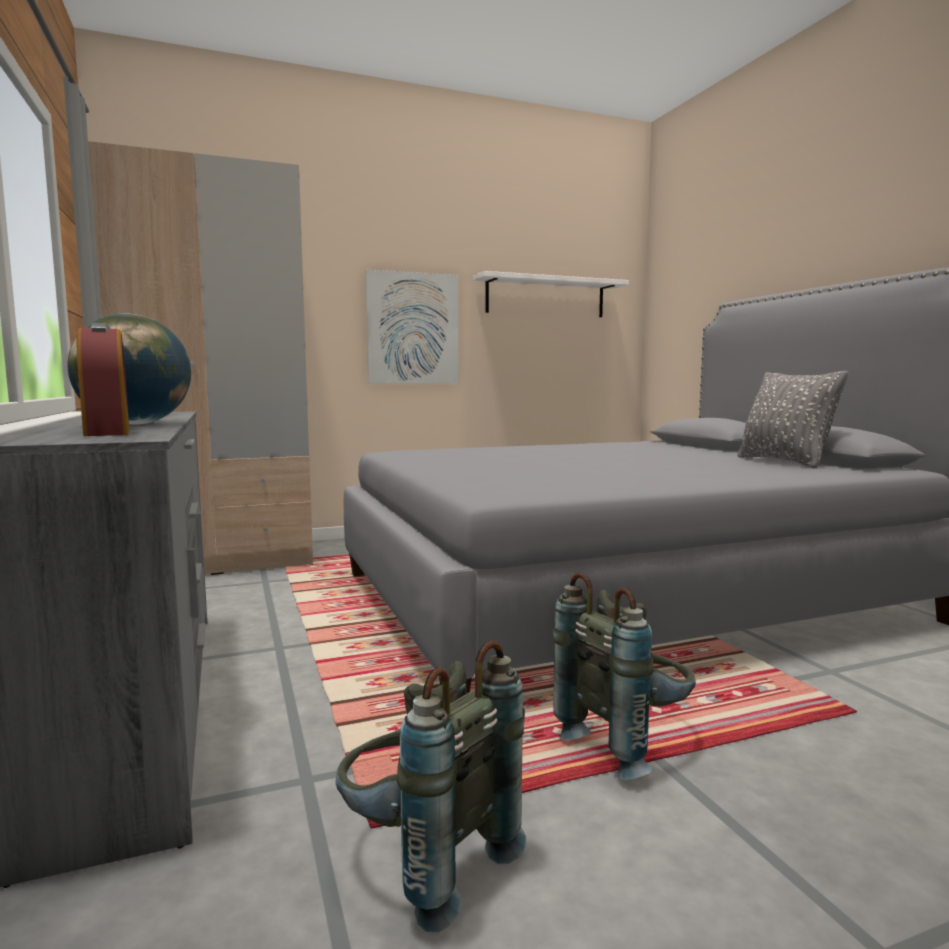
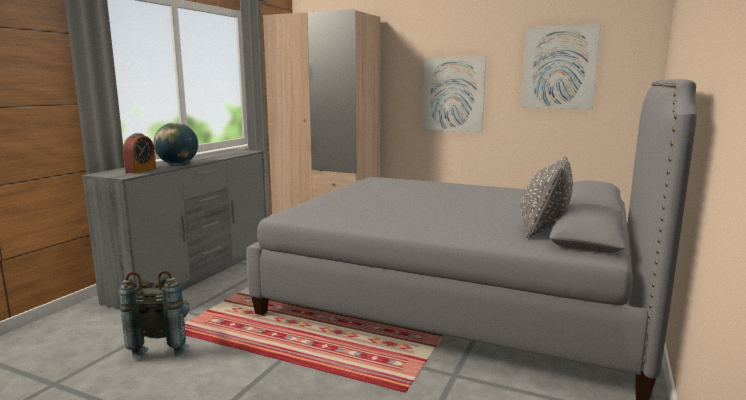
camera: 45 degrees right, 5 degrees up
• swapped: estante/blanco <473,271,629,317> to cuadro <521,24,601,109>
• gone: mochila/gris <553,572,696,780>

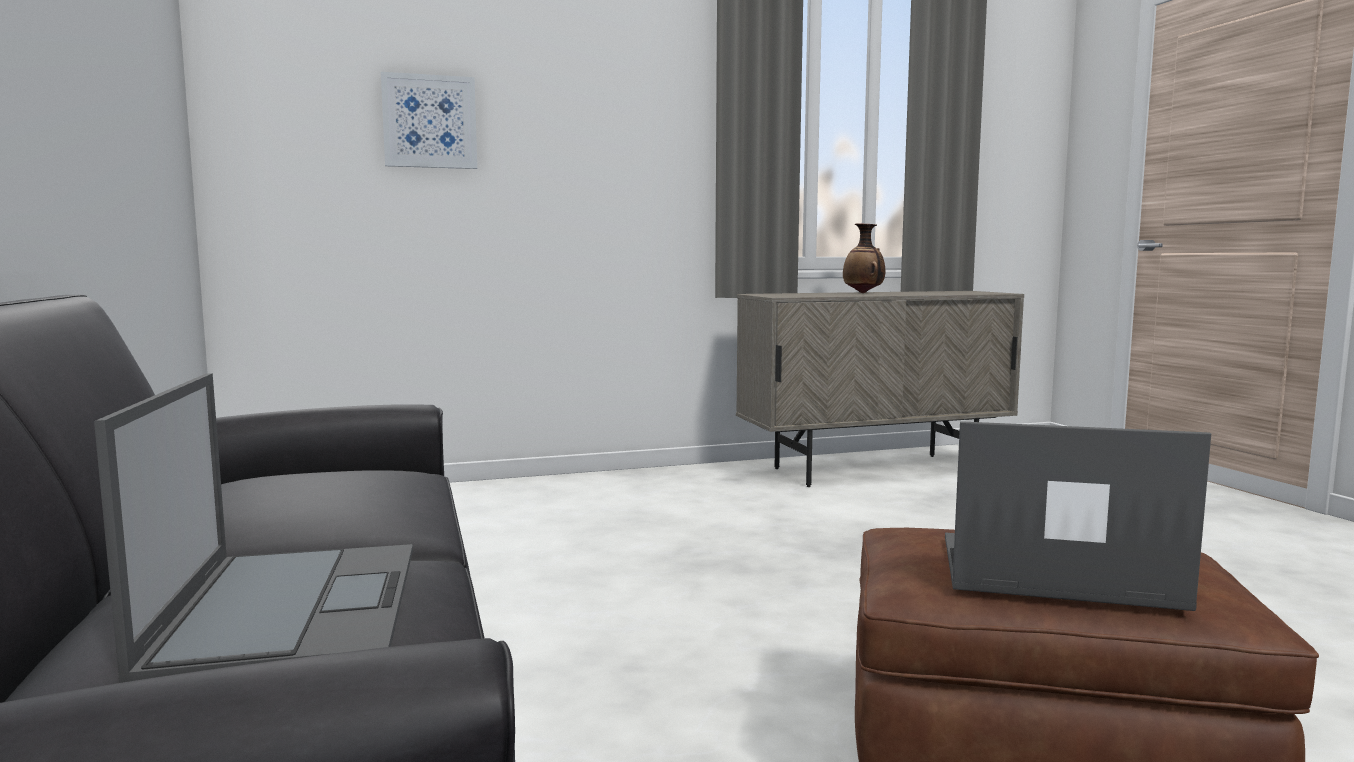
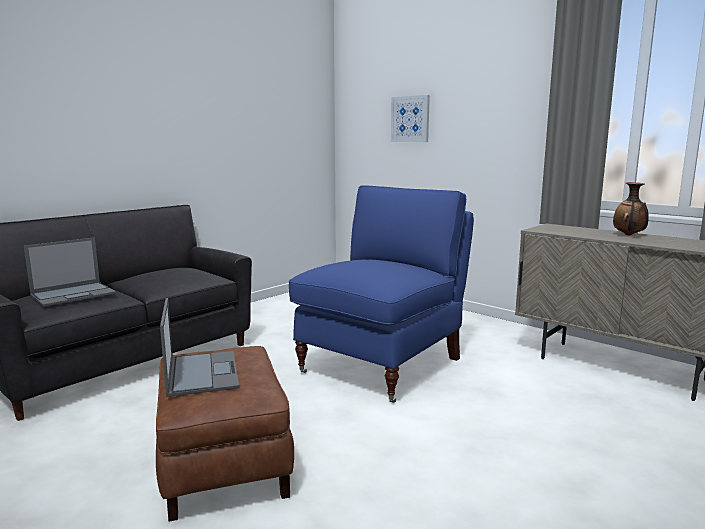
camera: 60 degrees right, 5 degrees up
• new: sillón/azul <289,185,474,403>

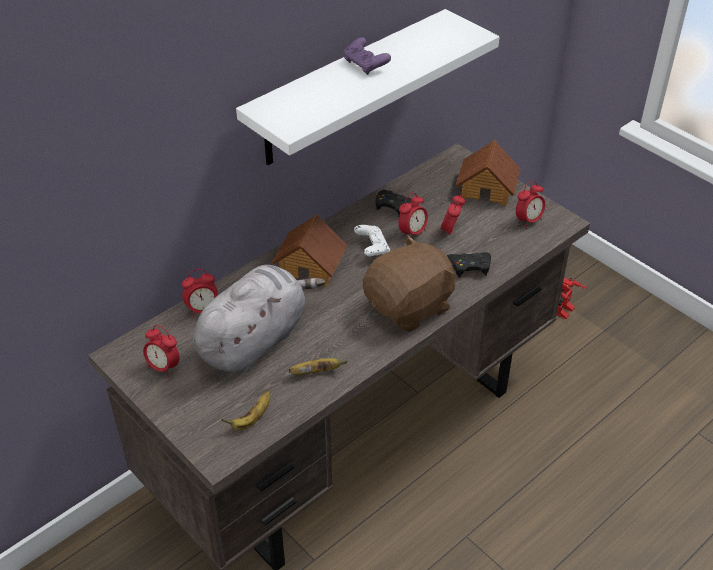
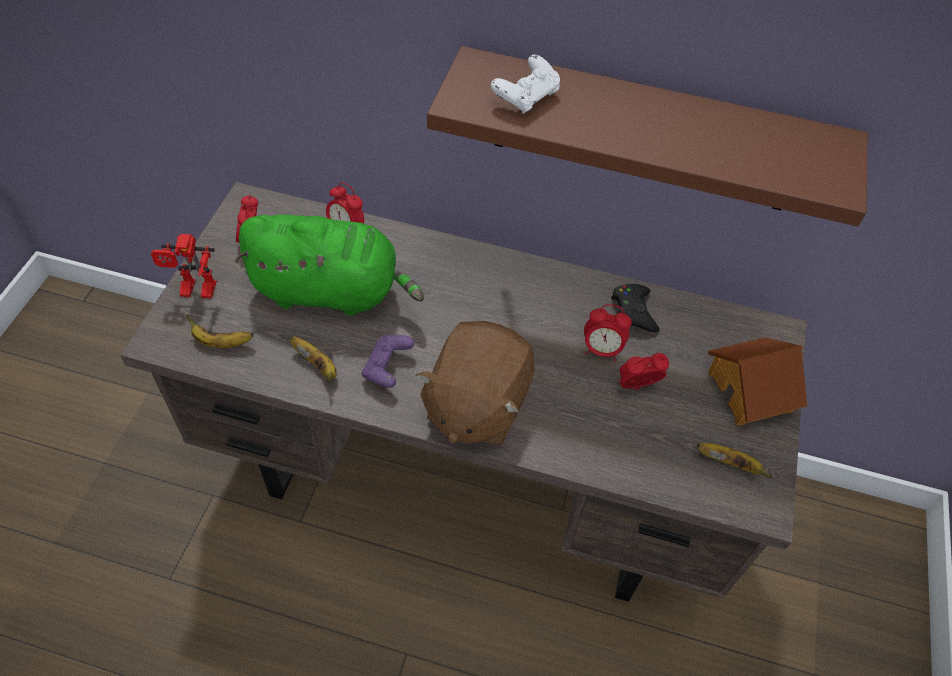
camera: 55 degrees right, 10 degrees up
• shifted: robot de juguete <557,278,588,319> to <151,234,217,299>
• repainted: peluche/gris <192,265,325,373> to peluche/verde <235,215,424,316>
• shifted: mando de consola/morado <344,37,391,75> to <362,335,415,388>
• rotated: peluche/marrón <363,235,458,332> = <416,321,535,445> 90 degrees clockwise
• repainted: estante/blanco <236,9,499,165> to estante/marrón <427,46,868,226>
• shifted: mando de consola/blanco <354,225,390,256> to <491,54,560,114>
• swapped: despertador <516,181,545,228> to plátano <697,443,772,478>
• gone: casita <272,214,347,286>
• gone: mando de consola/negro <447,252,491,277>

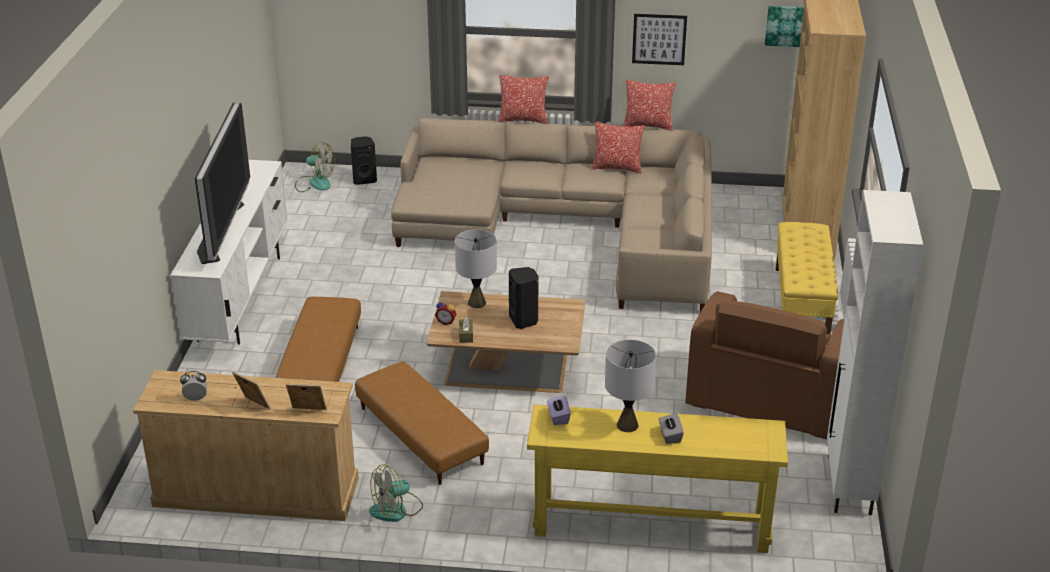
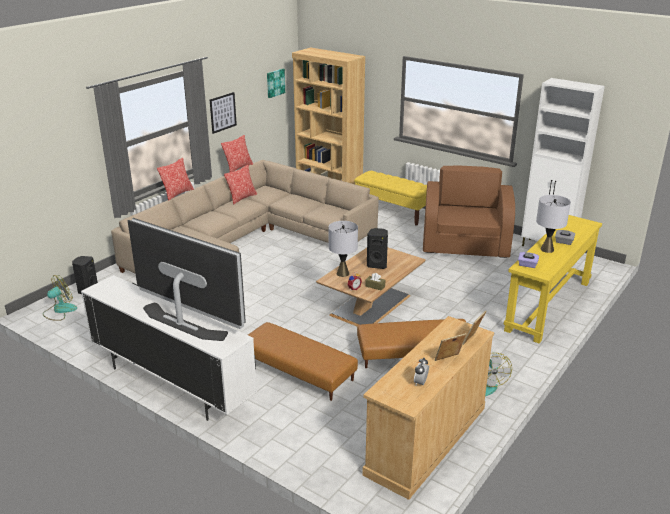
camera: 60 degrees left, 5 degrees down
• rotated: sillón/marrón <685,291,844,439> = <423,166,515,258> 135 degrees counterclockwise

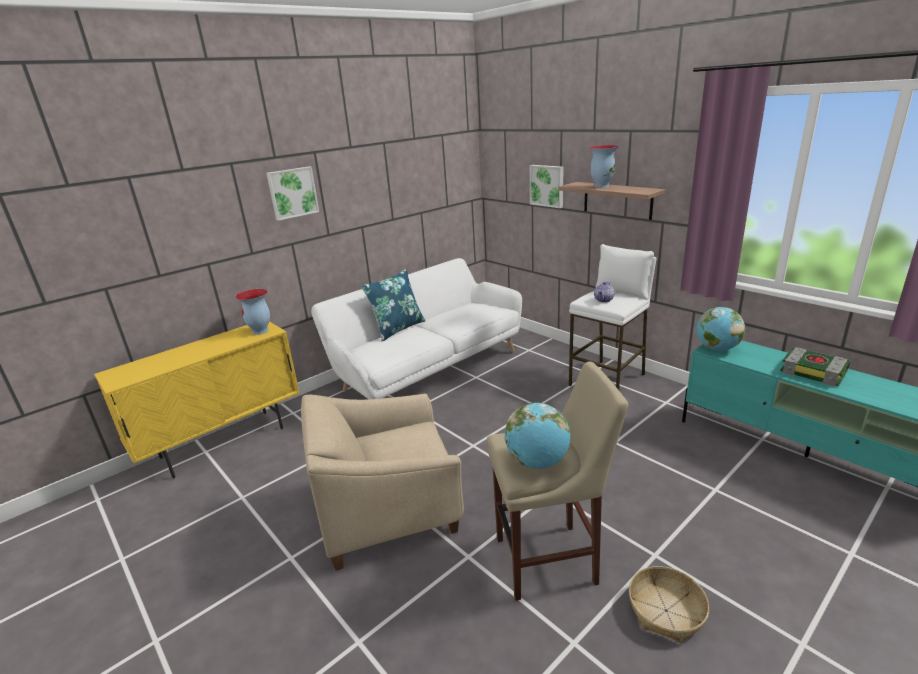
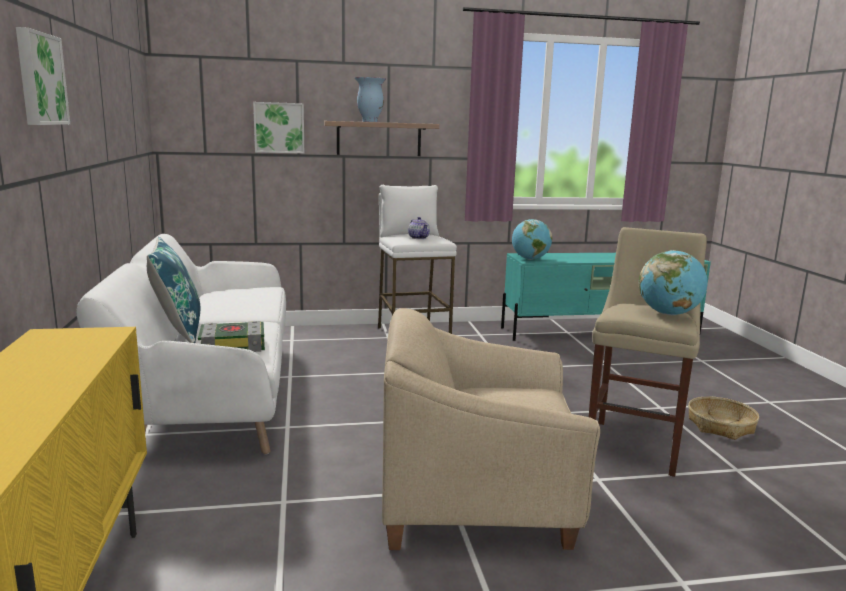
camera: 60 degrees left, 10 degrees down
• shifted: libro <780,347,851,387> to <198,321,265,352>
• rotated: sillón/beis <301,394,464,570> = <382,308,600,550> 75 degrees clockwise
• gone: florero <235,289,270,335>

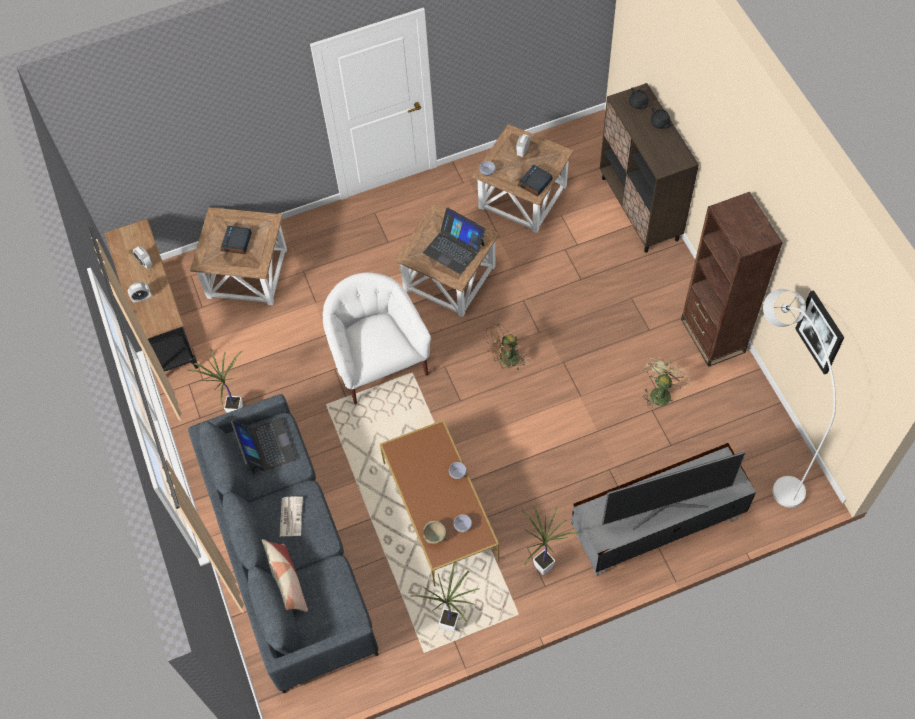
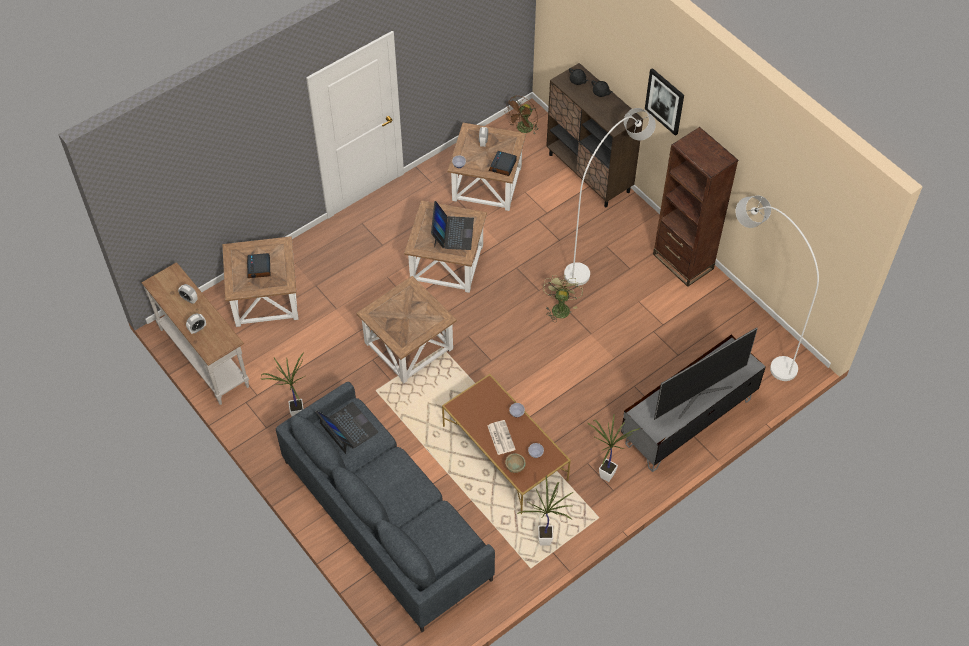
camera: 20 degrees left, 5 degrees down
• repainted: mesa consola/negro <104,218,198,372> to mesa consola/blanco <141,262,249,405>
• swapped: sillón/blanco <323,272,431,404> to mesa auxiliar/marrón <356,276,457,383>
• rotated: portátil <423,207,486,274> = <431,201,474,250> 105 degrees counterclockwise
• shifted: periódico <280,496,303,536> to <487,420,516,455>
• shifted: ventilador/marrón <484,323,527,371> to <504,96,539,134>
• shifted: ventilador/verde <642,357,691,409> to <543,275,583,322>
• new: lámpara de pie/blanco <564,108,656,286>
• shifted: cuadro <795,290,844,374> to <645,68,684,136>
• gone: cojín <262,539,308,612>

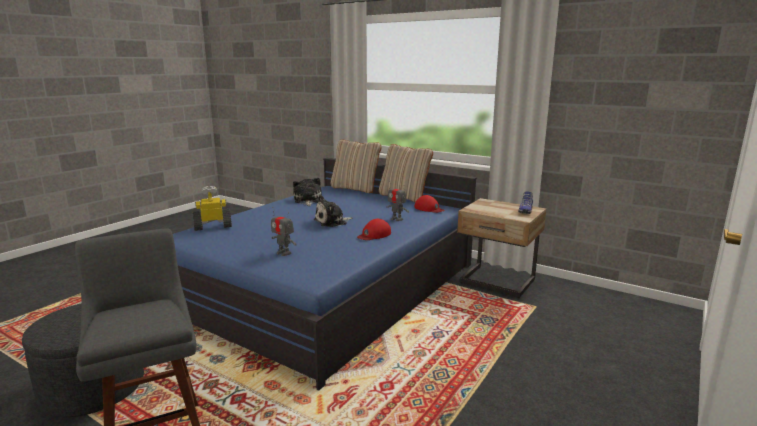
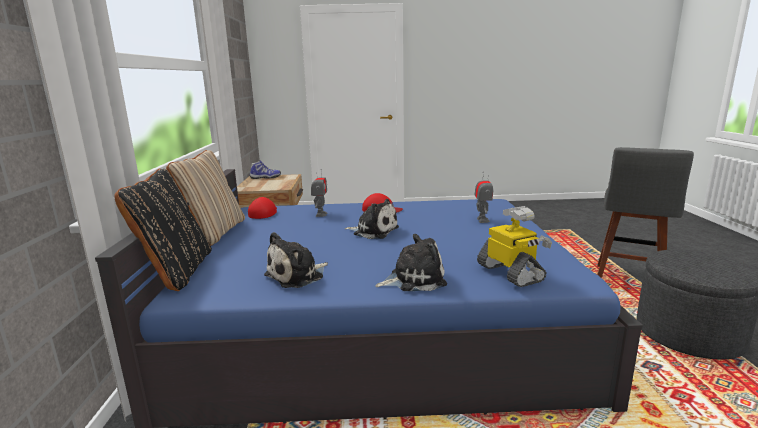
camera: 125 degrees left, 0 degrees up
• repainted: cojín/beis <331,139,382,193> to cojín/negro <114,169,212,291>
• new: peluche <375,234,447,291>
• rotated: robot de juguete <193,186,232,231> = <477,206,552,287> 150 degrees counterclockwise

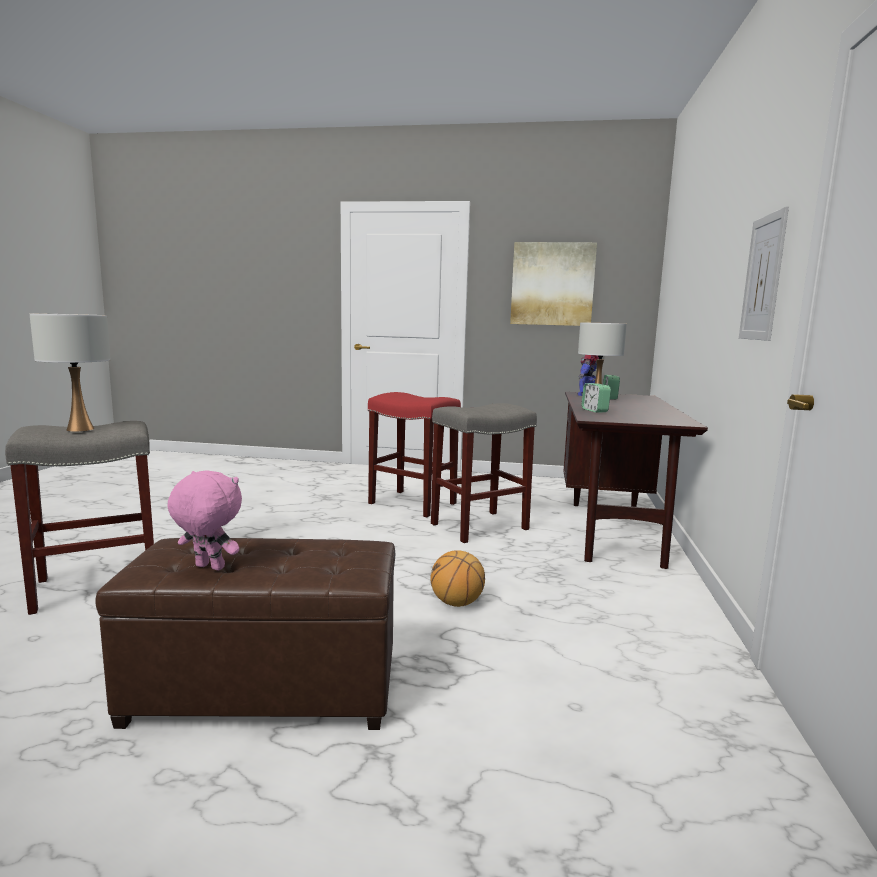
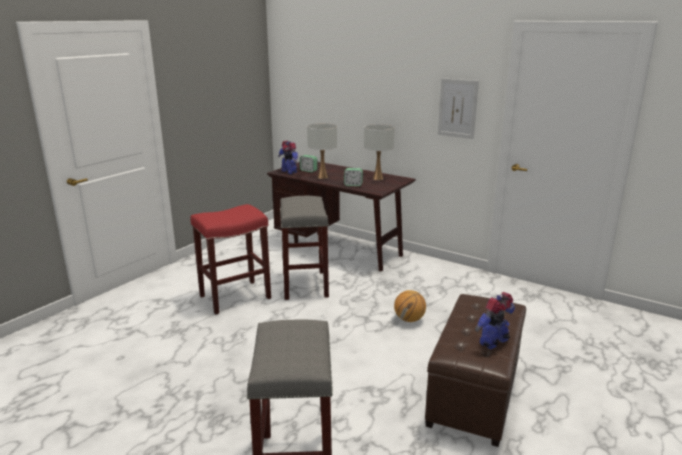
camera: 65 degrees left, 10 degrees up
• shifted: lámpara de mesa/blanco <30,313,111,432> to <364,124,394,180>
• swapped: peluche/rosa <168,470,242,570> to robot de juguete <475,292,515,349>
• gone: cuadro <510,242,597,326>

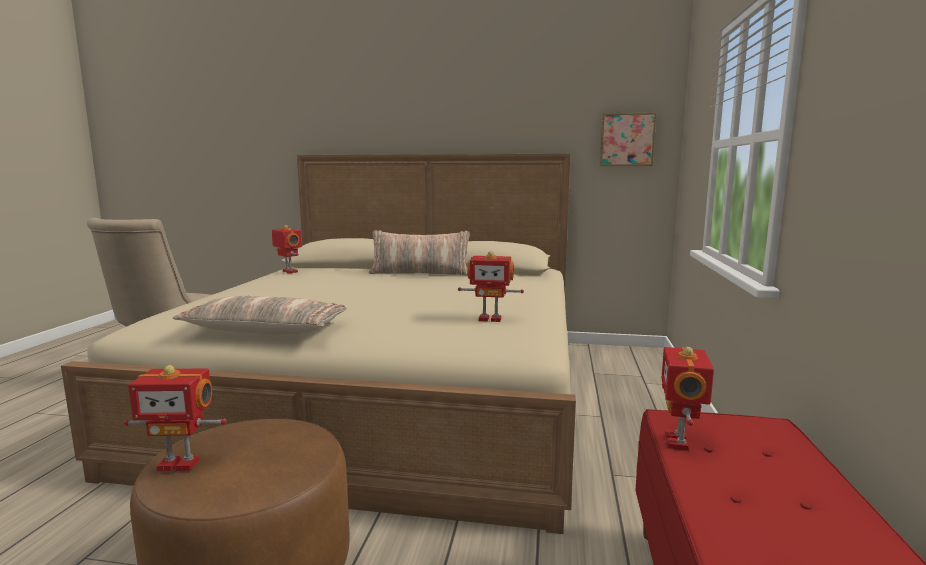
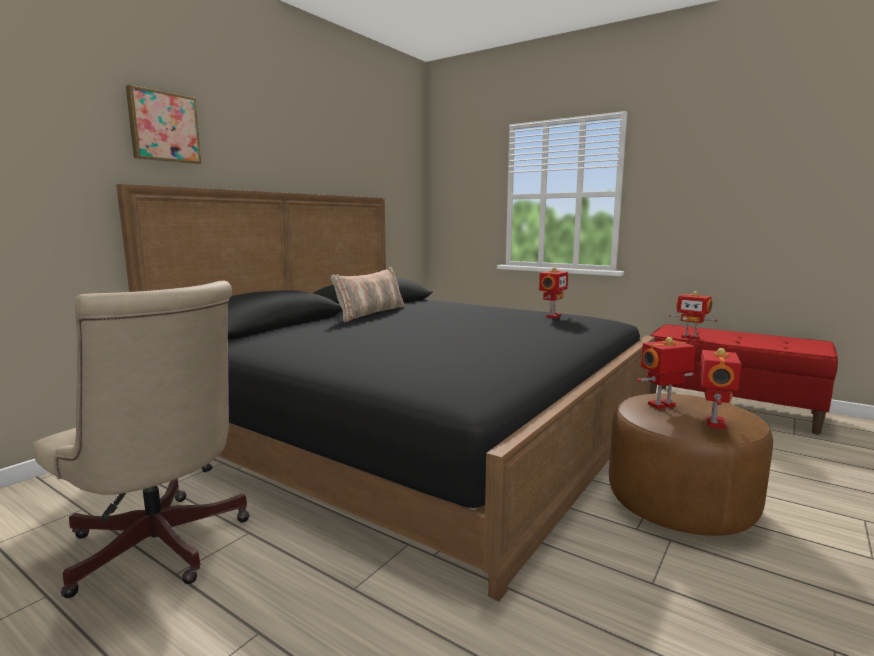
camera: 65 degrees left, 0 degrees up
• repainted: cama/beis <61,154,576,534> to cama/negro <116,184,655,601>
• shifted: cuadro <600,113,656,166> to <126,85,201,164>
• shifted: robot de juguete <272,225,302,273> to <637,337,696,409>
• gone: cojín <173,296,347,334>

